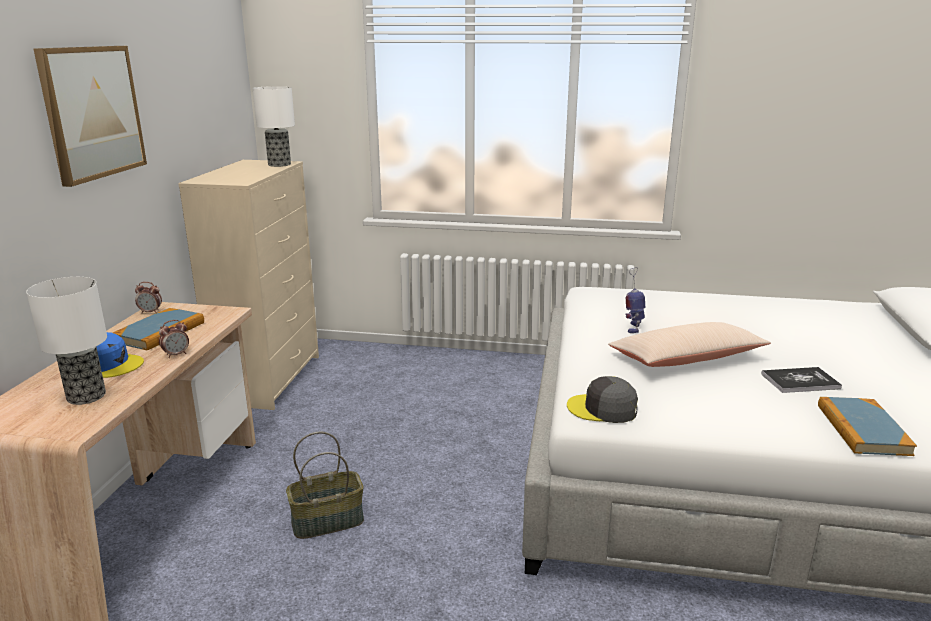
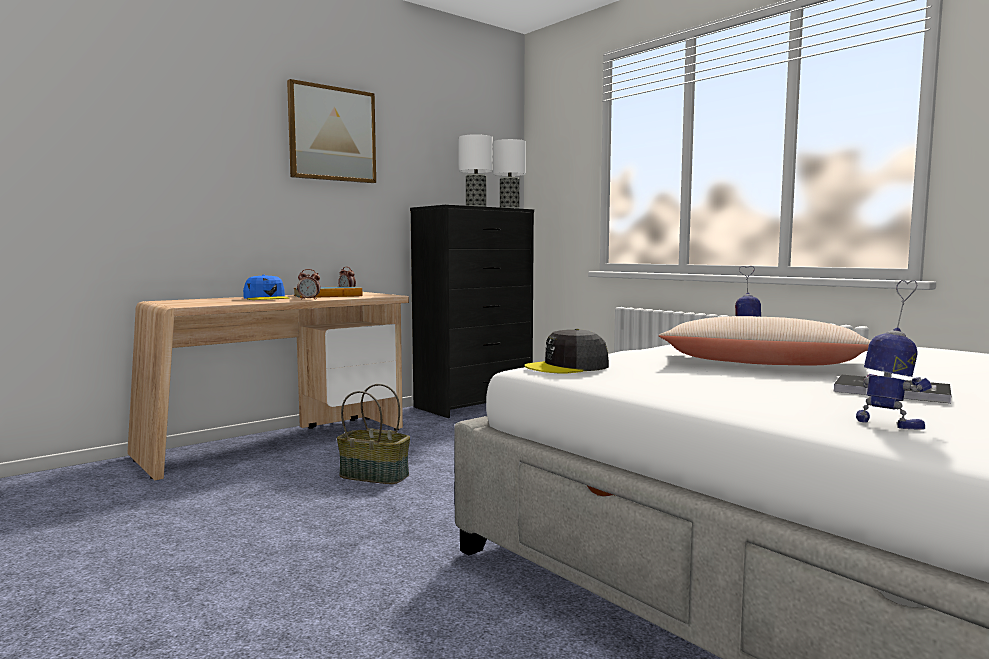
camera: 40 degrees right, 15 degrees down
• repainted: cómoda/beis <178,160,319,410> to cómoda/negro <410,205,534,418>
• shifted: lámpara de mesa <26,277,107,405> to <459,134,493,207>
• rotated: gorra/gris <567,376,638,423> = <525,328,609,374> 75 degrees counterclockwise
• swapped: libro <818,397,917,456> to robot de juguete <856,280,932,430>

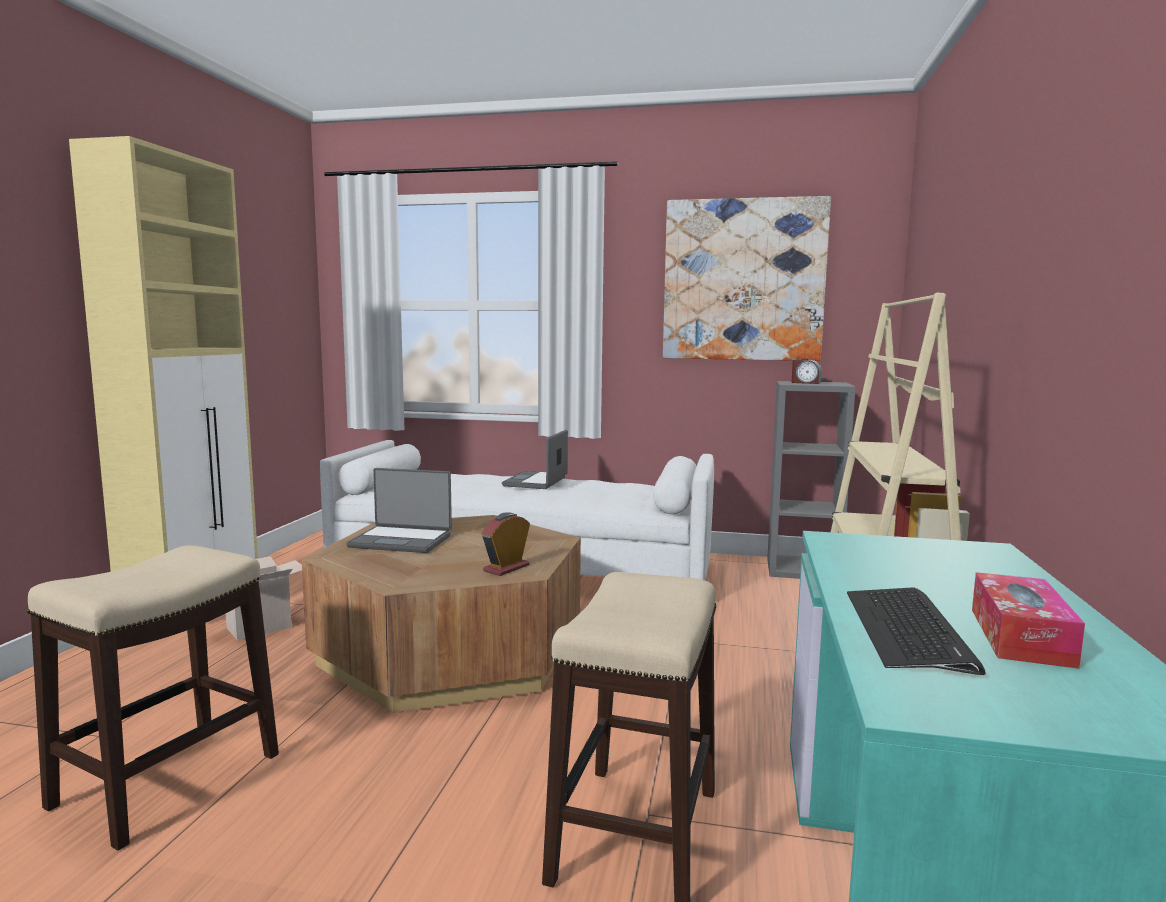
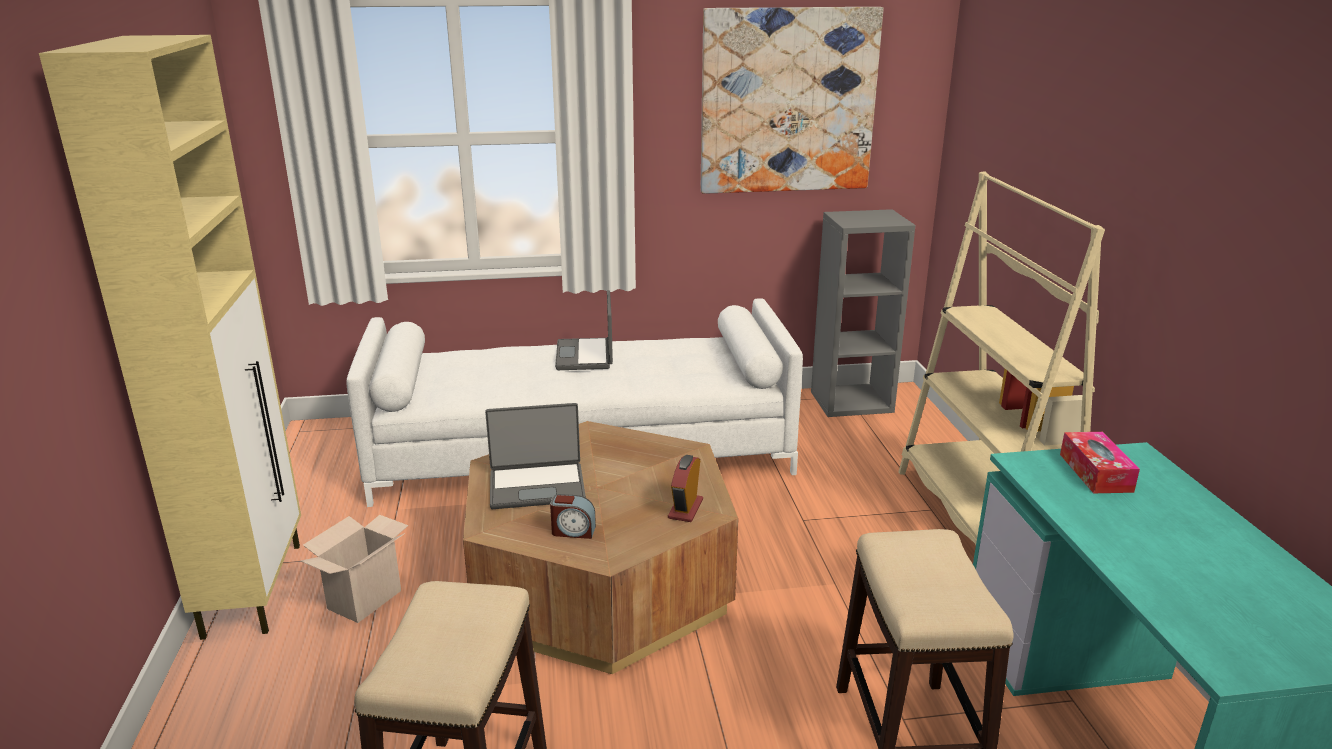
camera: 20 degrees left, 15 degrees up
• shifted: despertador <792,358,822,384> to <550,494,596,539>
• shifted: caja de pañuelos <972,572,1085,669> to <1060,432,1140,493>
• gone: teclado <847,587,986,675>

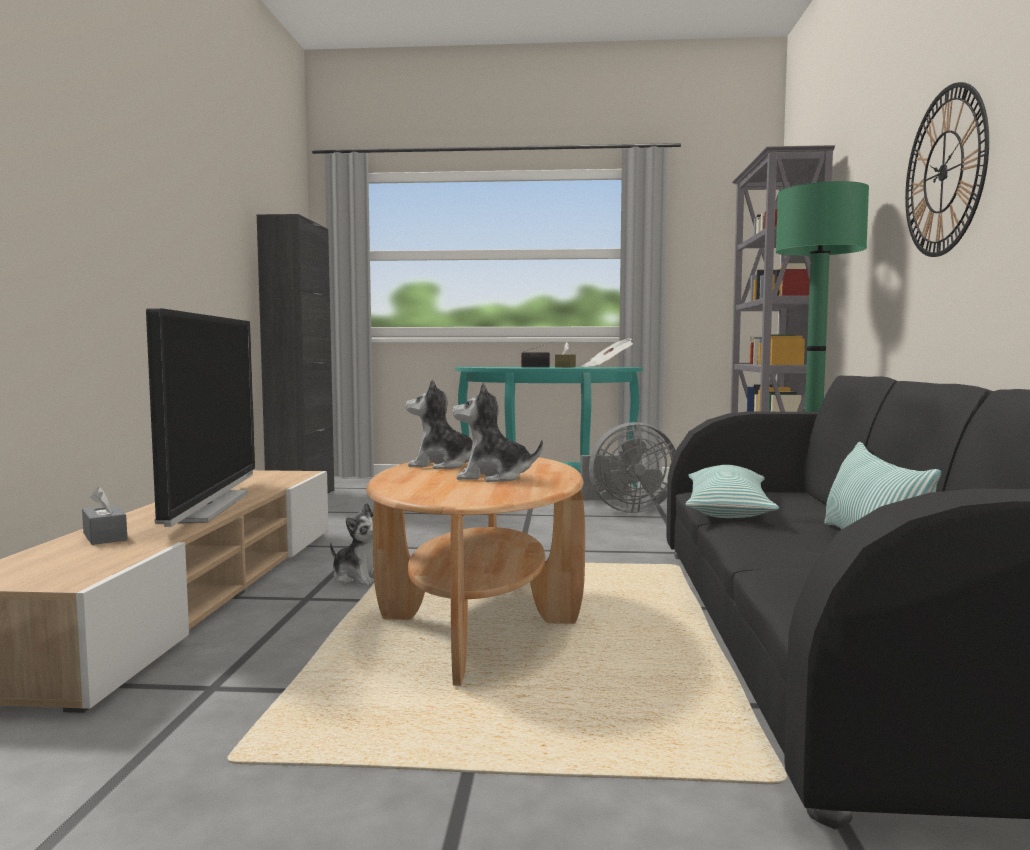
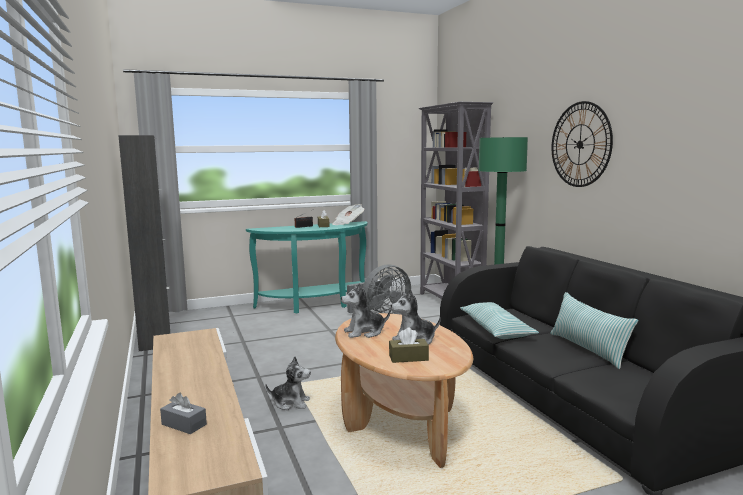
camera: 25 degrees left, 5 degrees up
• new: caja de pañuelos/marrón <389,327,429,363>
• gone: televisor <146,308,255,527>

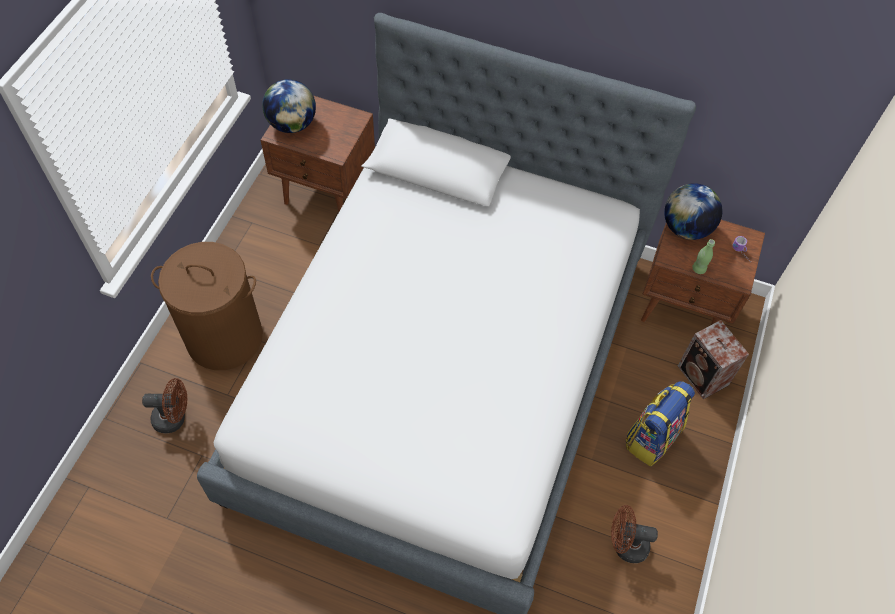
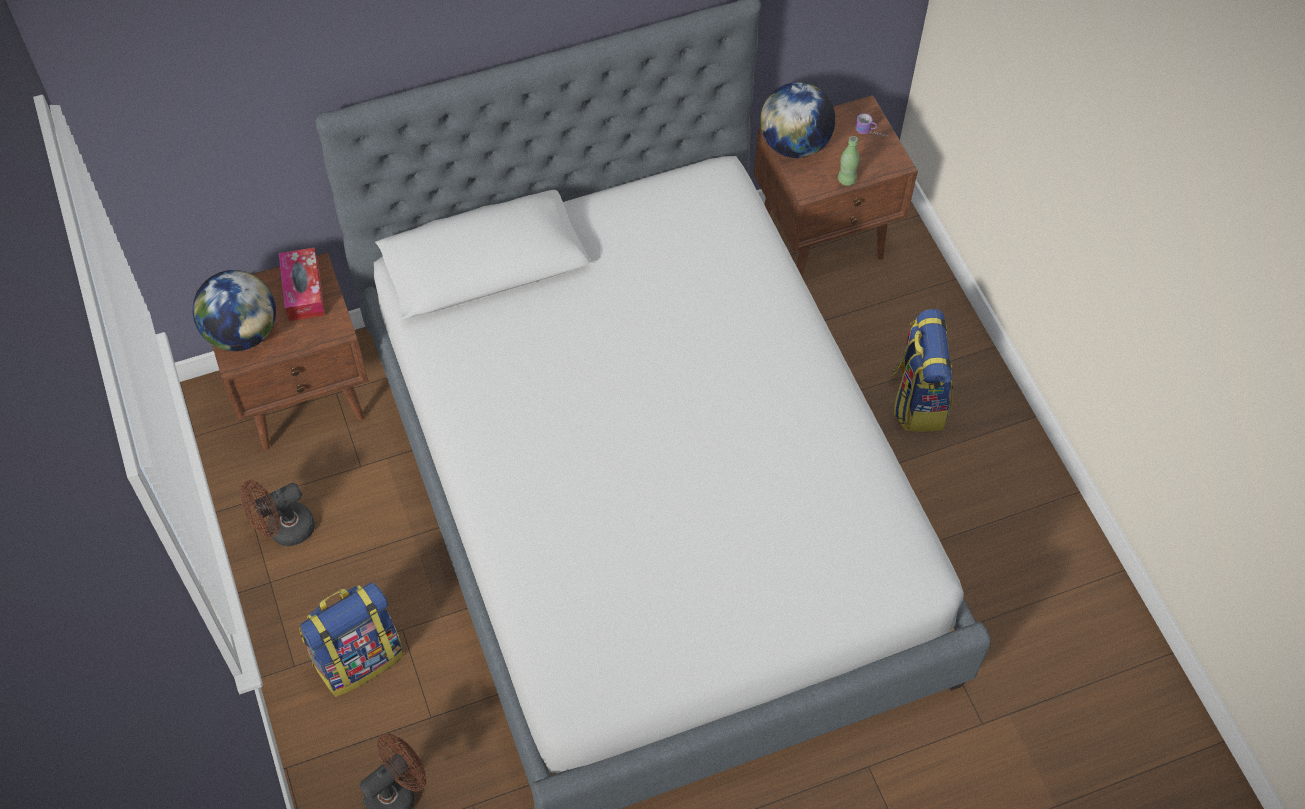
camera: 40 degrees left, 0 degrees up
• shifted: ventilador/marrón <611,505,658,563> to <241,480,315,546>
• new: caja de pañuelos <279,248,325,321>
• swapped: cesto de la ropa/marrón <151,242,263,370> to mochila <299,582,404,697>
• gone: altavoz <678,320,749,399>

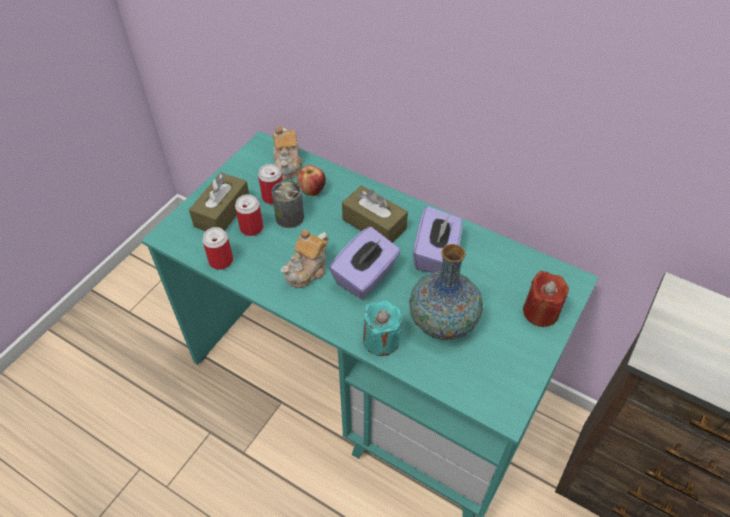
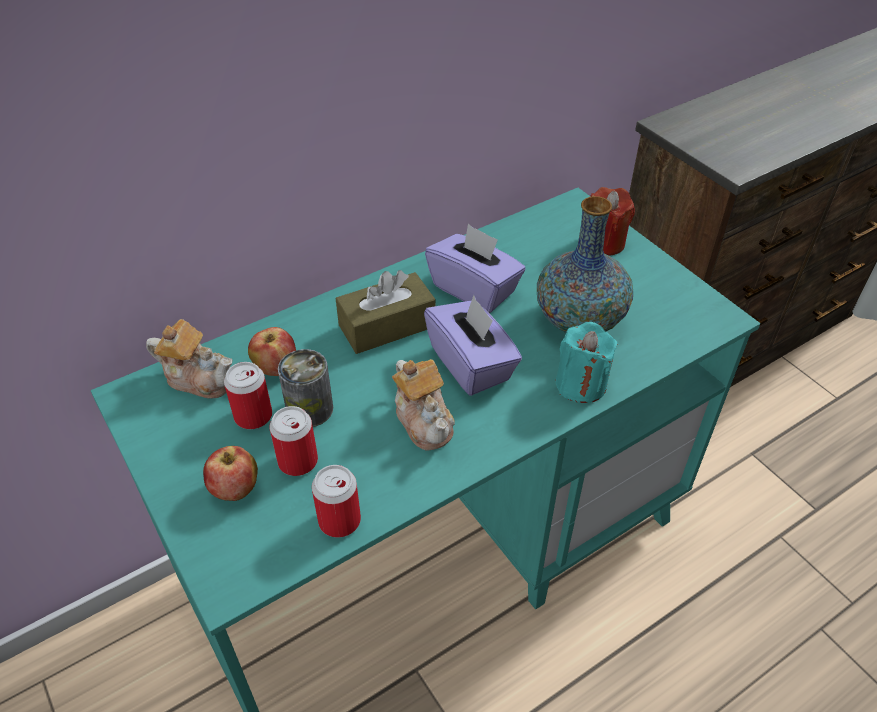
camera: 65 degrees left, 5 degrees down
• swapped: caja de pañuelos/marrón <189,172,249,231> to manzana <203,446,258,501>

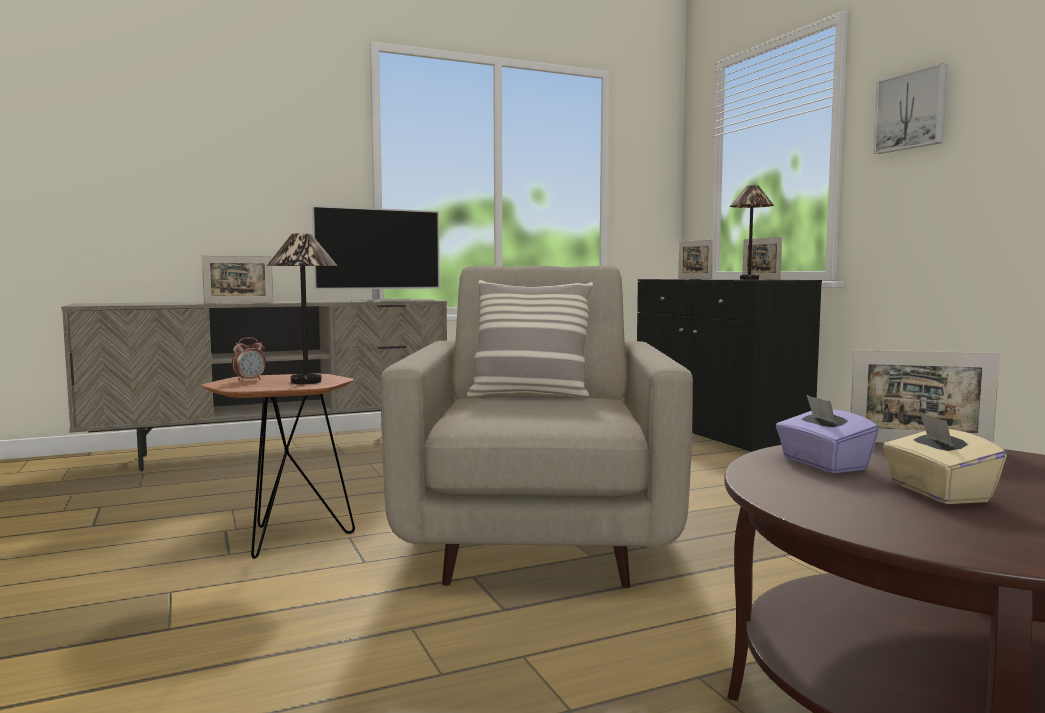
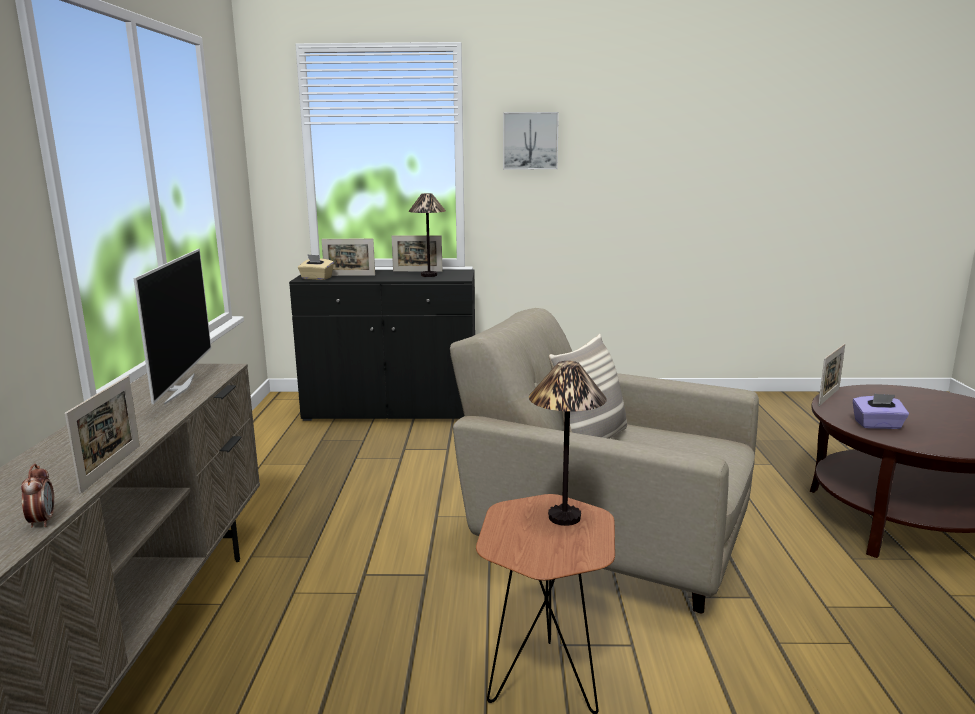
camera: 65 degrees left, 10 degrees up
• shifted: despertador <232,337,266,382> to <21,464,55,528>
• shifted: caja de pañuelos/beis <883,412,1007,504> to <298,254,334,280>

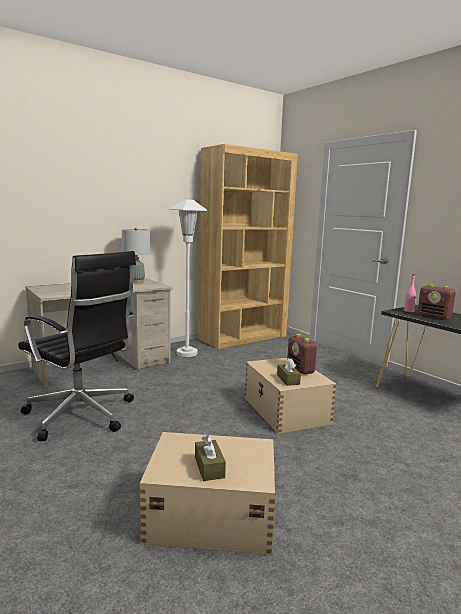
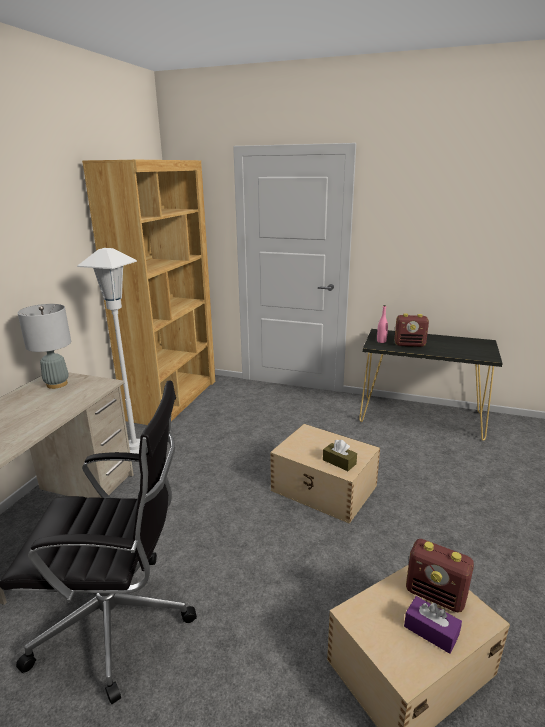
camera: 35 degrees left, 10 degrees up
• repainted: caja de pañuelos/marrón <195,435,226,481> to caja de pañuelos/morado <404,596,462,654>
• shifted: radio <287,334,318,374> to <406,539,474,613>

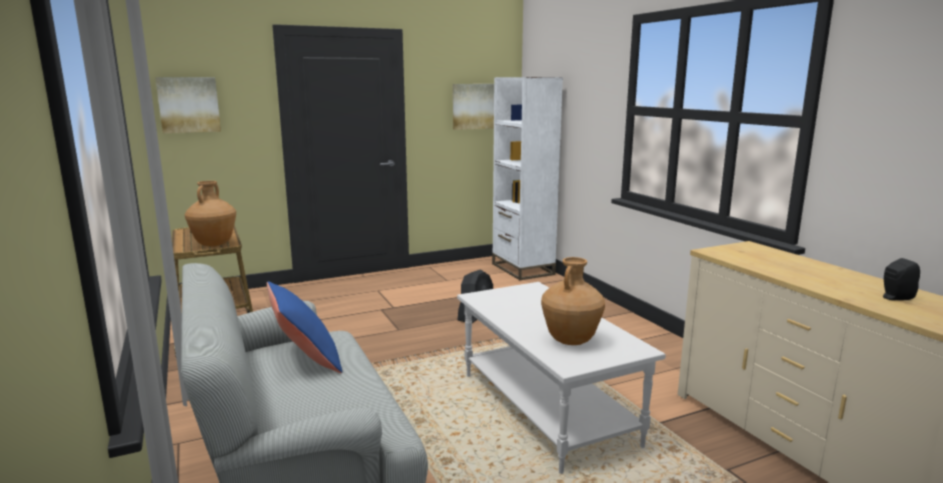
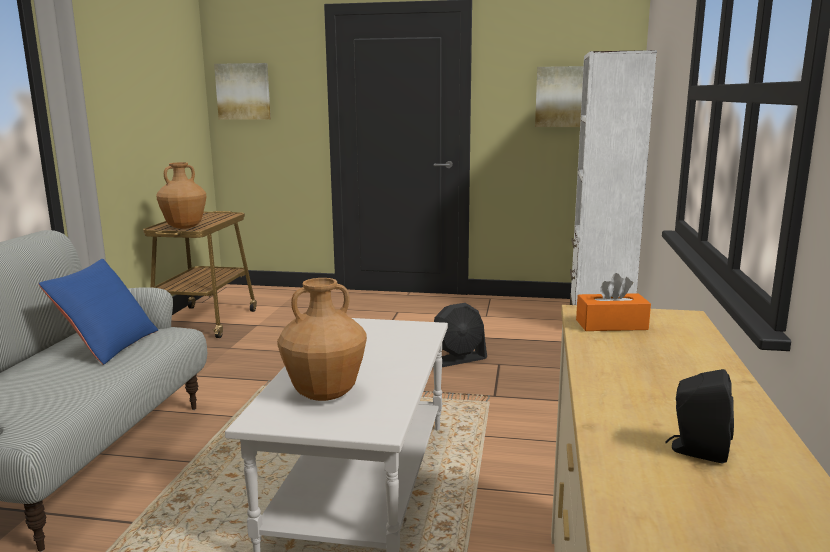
camera: 35 degrees right, 0 degrees up
• new: caja de pañuelos/naranja <576,273,651,331>

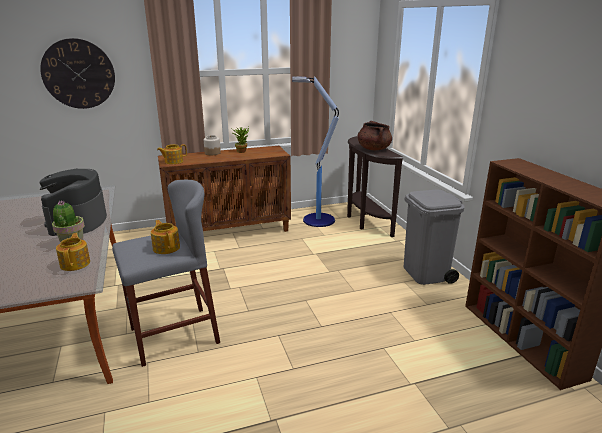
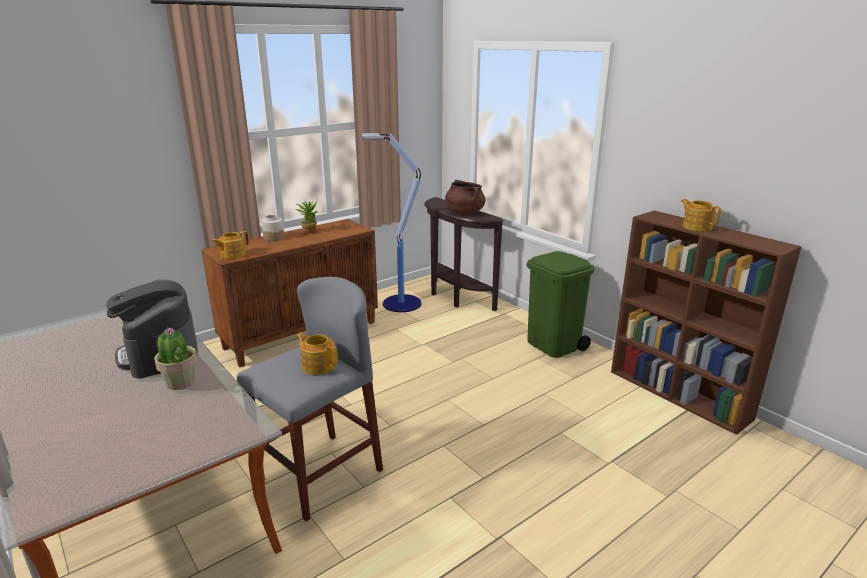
camera: 20 degrees left, 0 degrees up
• repainted: papelera/gris <404,190,465,285> to papelera/verde <527,251,595,358>
• shifted: tetera <56,233,90,271> to <681,199,721,231>
• gone: reloj de pared <40,38,115,109>

